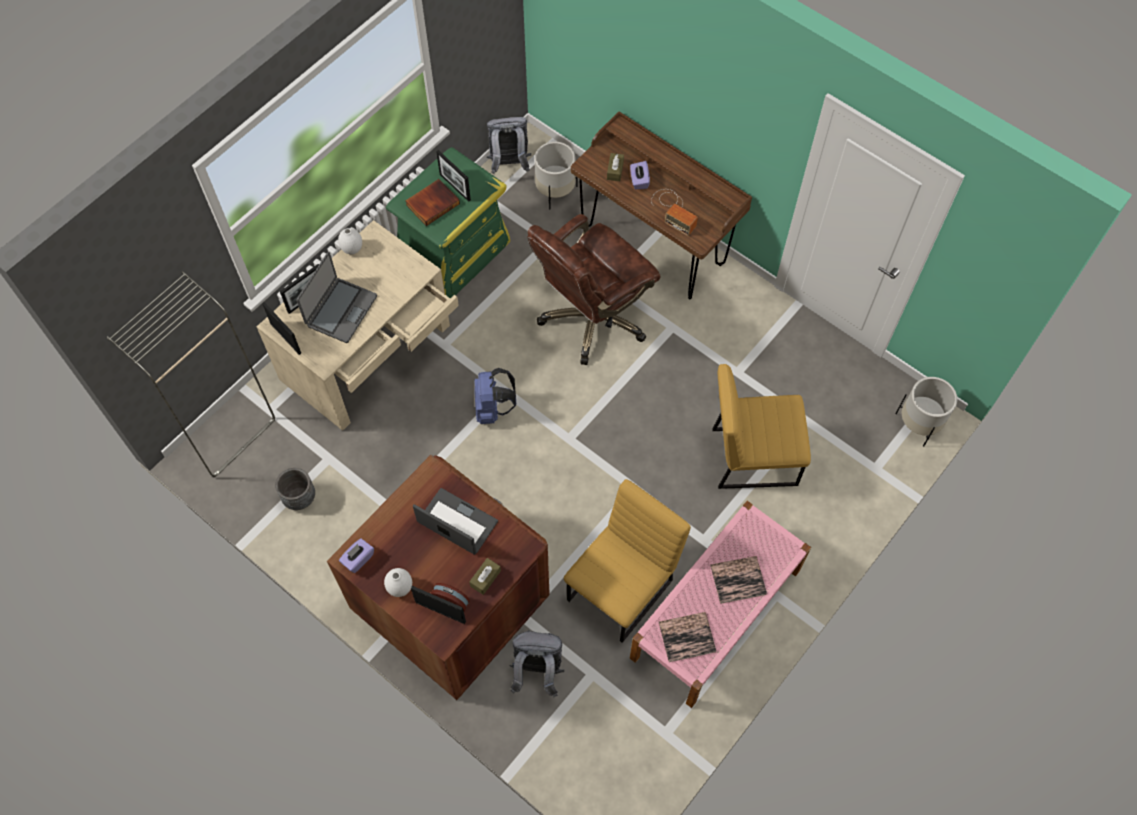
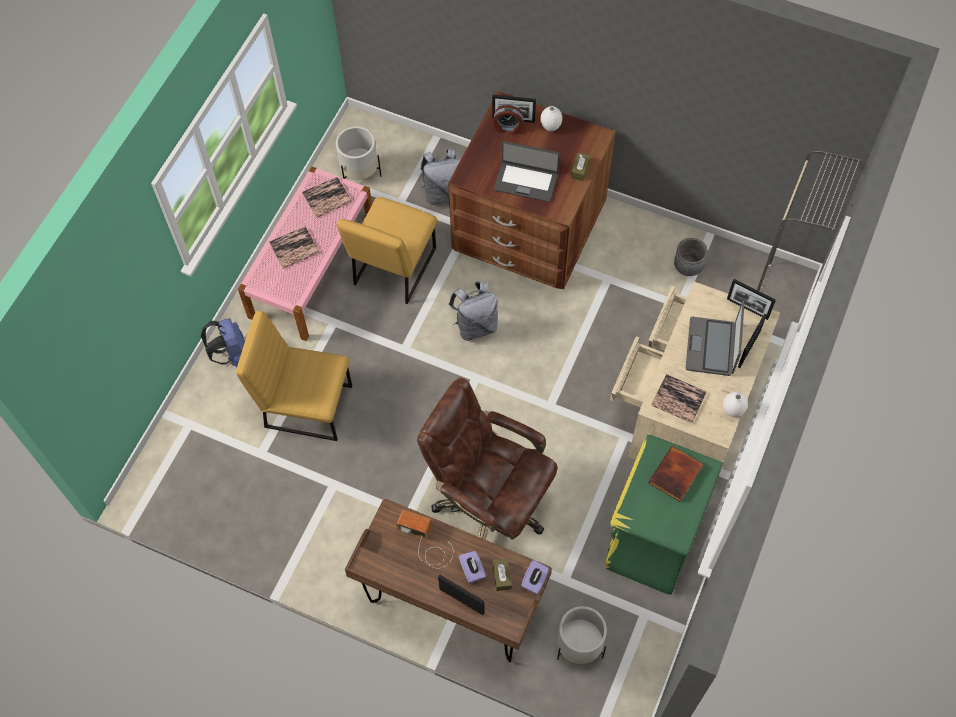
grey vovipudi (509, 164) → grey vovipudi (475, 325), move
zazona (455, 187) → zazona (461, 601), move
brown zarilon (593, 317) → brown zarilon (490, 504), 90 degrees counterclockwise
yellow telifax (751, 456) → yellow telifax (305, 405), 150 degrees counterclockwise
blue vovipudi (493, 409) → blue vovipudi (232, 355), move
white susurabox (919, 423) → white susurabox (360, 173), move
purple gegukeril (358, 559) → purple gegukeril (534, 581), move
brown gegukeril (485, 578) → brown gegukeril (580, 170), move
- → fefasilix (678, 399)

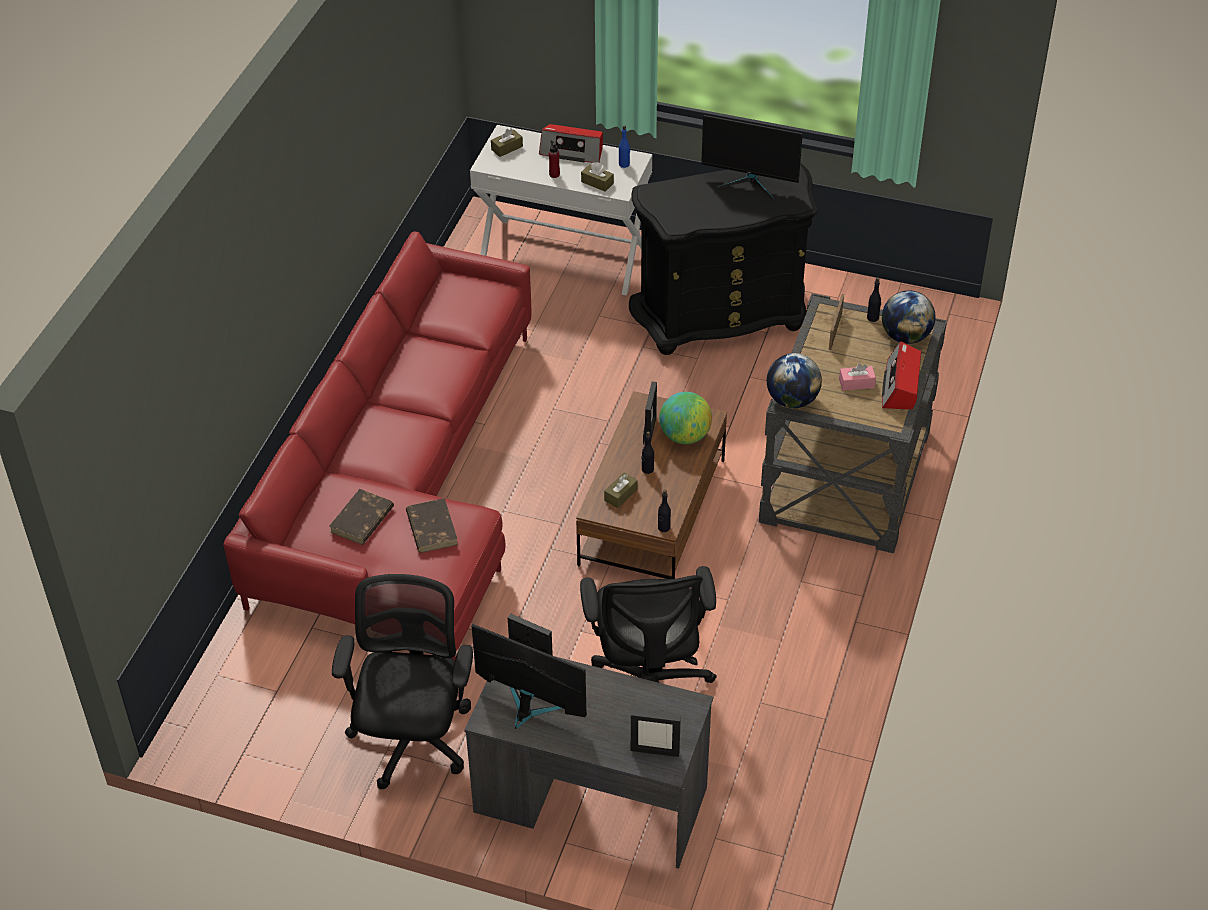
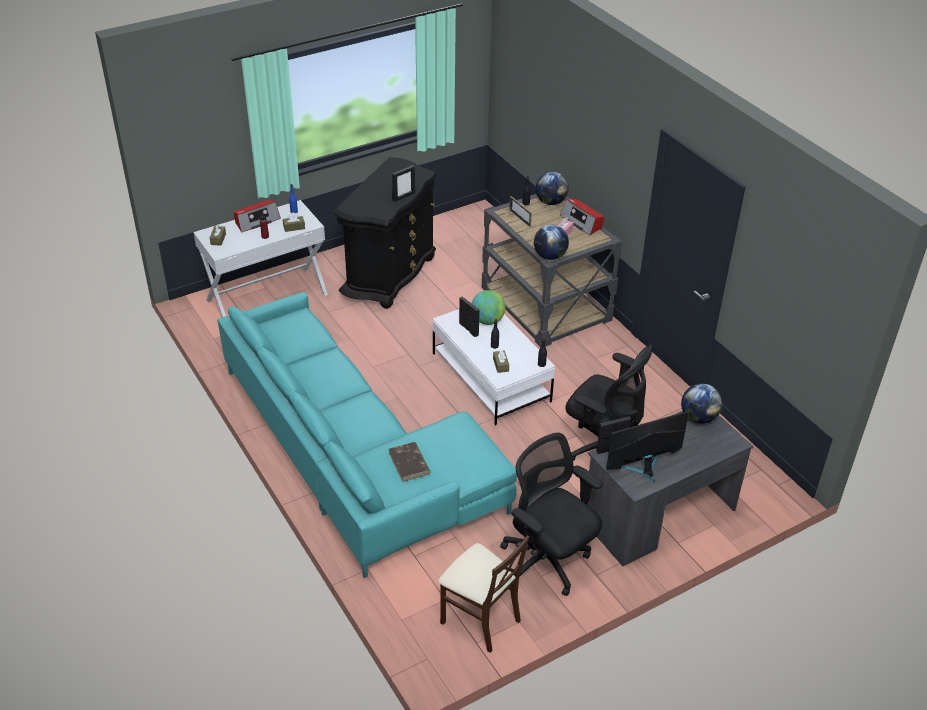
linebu (750, 183) → -
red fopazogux (402, 485) → turquoise fopazogux (352, 455)
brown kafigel (652, 512) → white kafigel (490, 377)
brown fefasilix (431, 528) → -
zazona (655, 750) → zazona (403, 196), move
- → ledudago (698, 418)
- → beige telifax (480, 619)

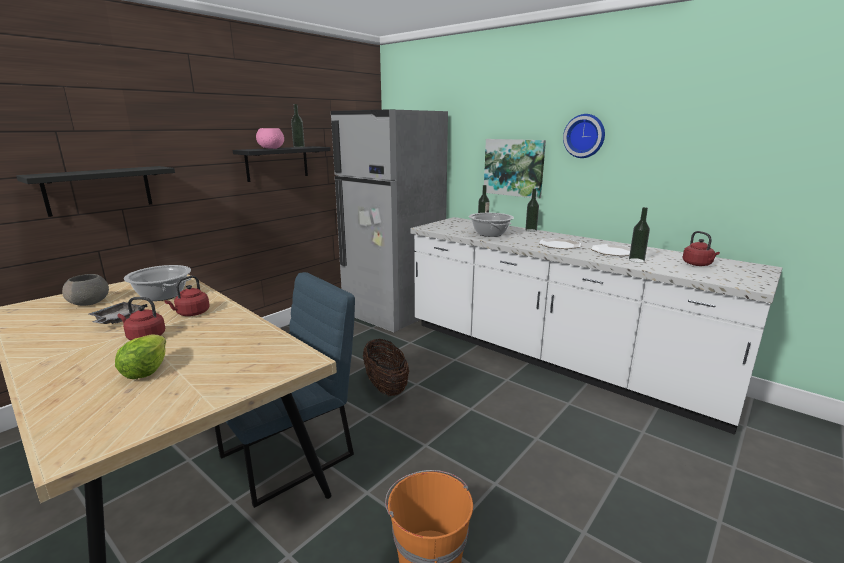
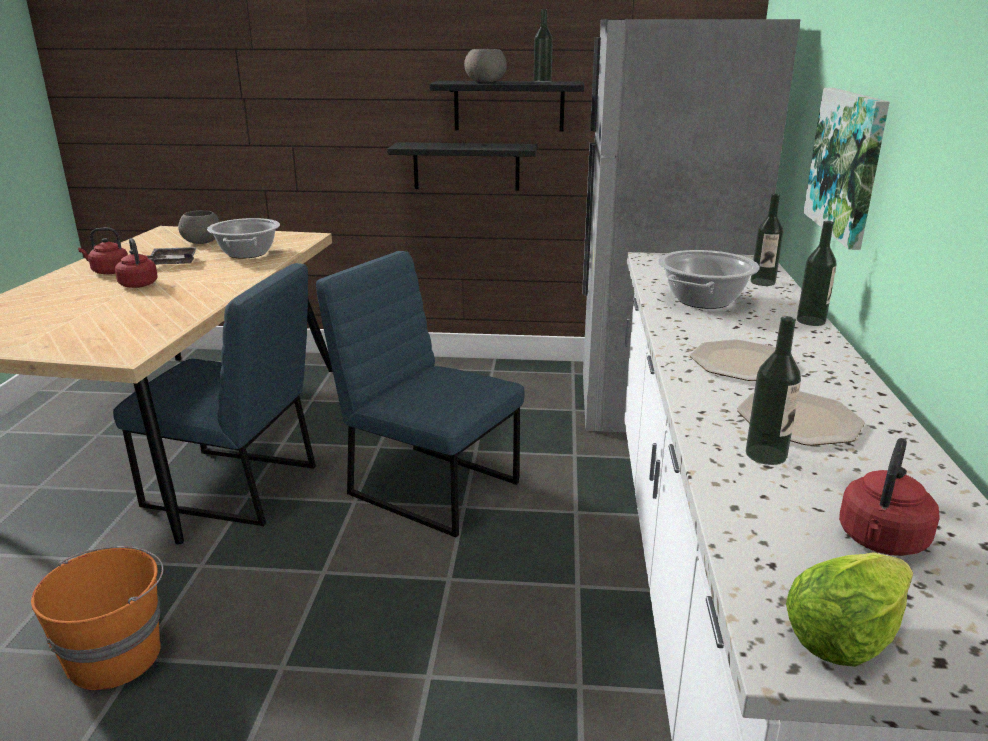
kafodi (585, 136) → -
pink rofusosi (271, 148) → grey rofusosi (486, 82)
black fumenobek (99, 190) → black fumenobek (466, 166), move
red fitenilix (191, 313) → red fitenilix (109, 272), move
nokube (146, 371) → nokube (842, 637), move
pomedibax (386, 386) → blue telifax (430, 486)

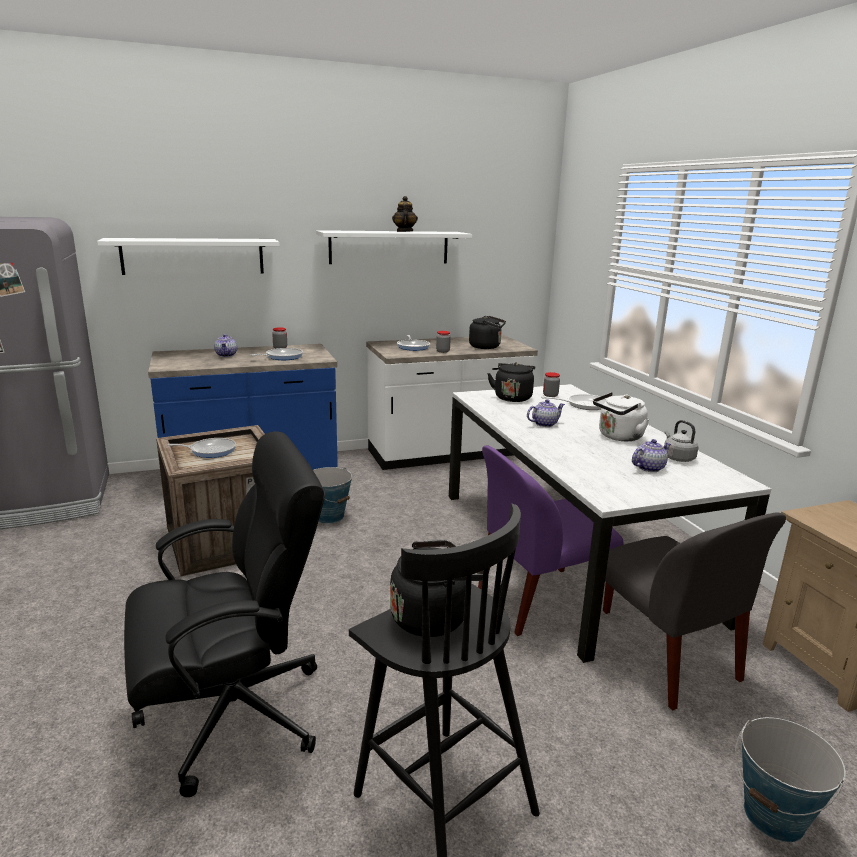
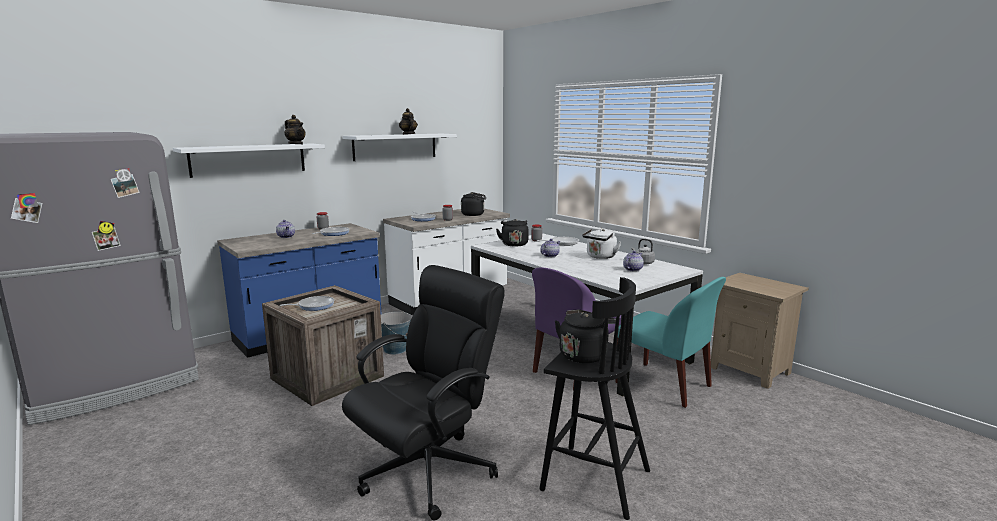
grey telifax (664, 660) → turquoise telifax (665, 385)
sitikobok (774, 816) → -
- → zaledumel (296, 144)

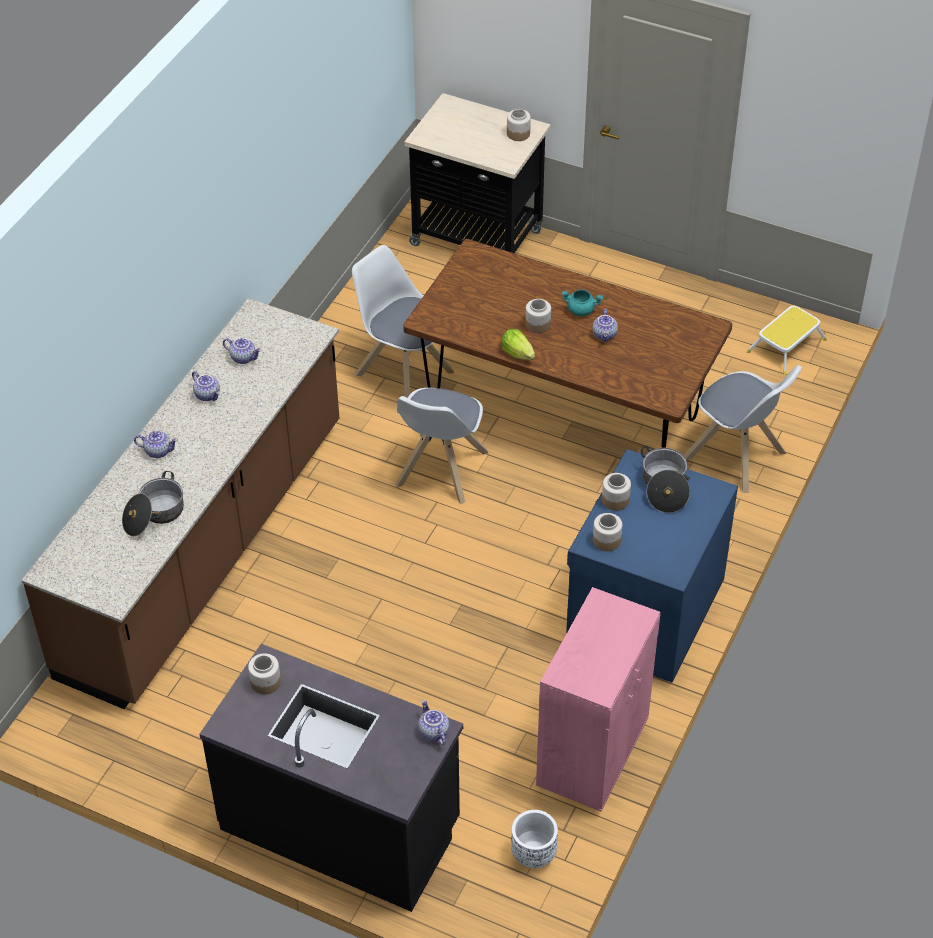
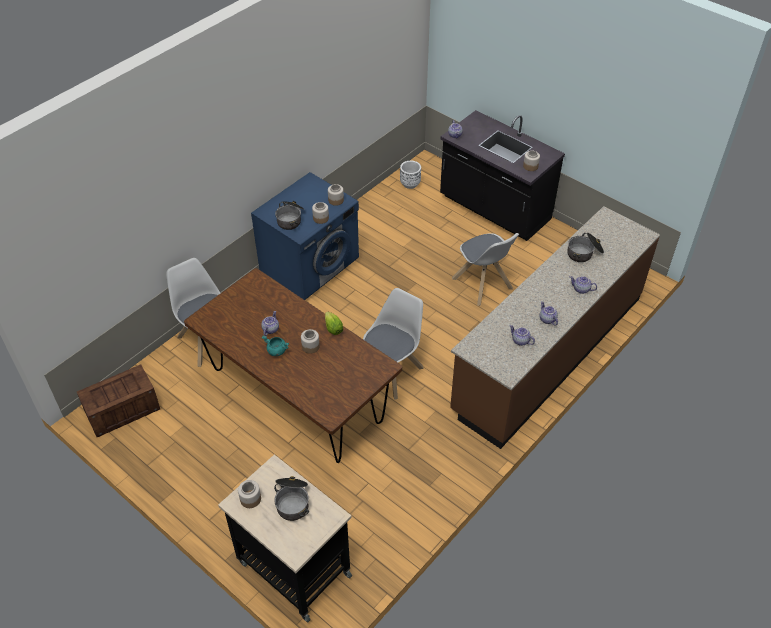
telifax (402, 371) → telifax (483, 285), move
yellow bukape (786, 345) → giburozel (123, 410)
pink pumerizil (592, 758) → -
- → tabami (293, 501)

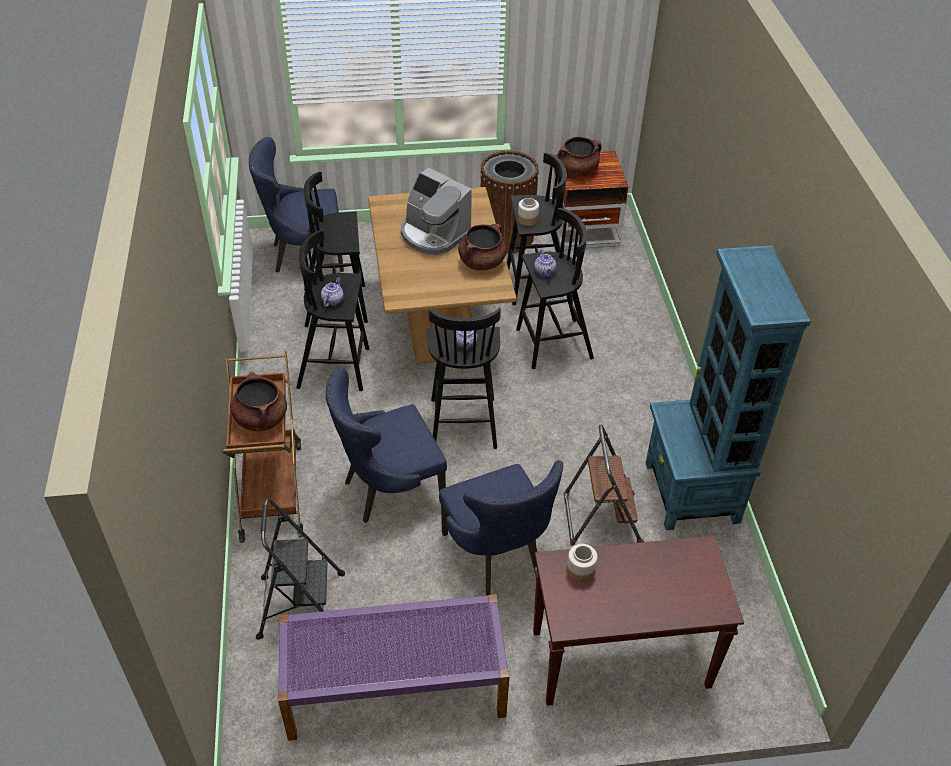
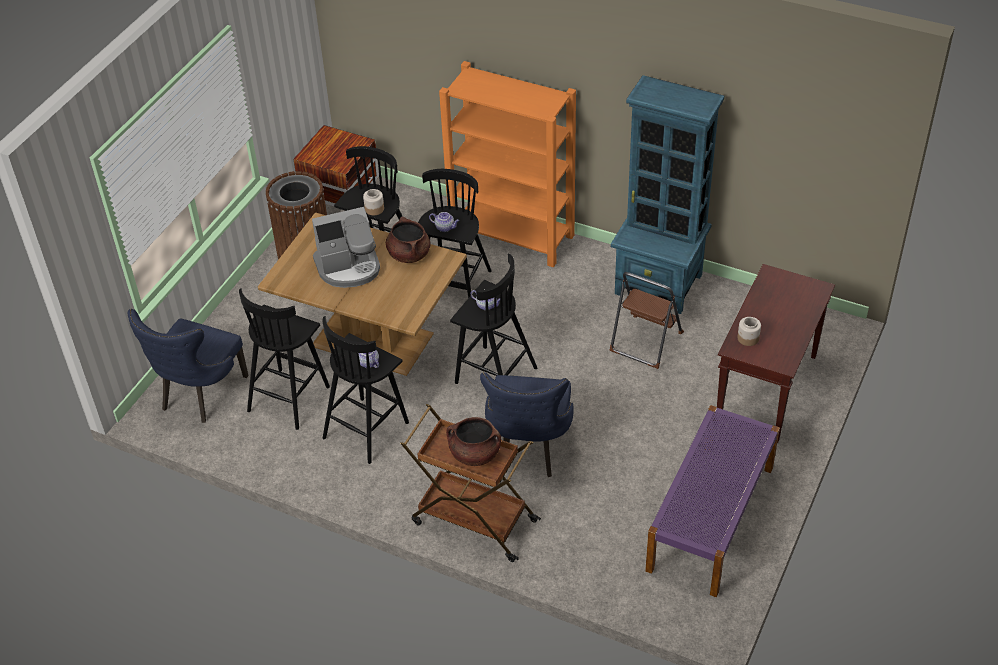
brown tabami (577, 170) → -
blue telifax (497, 555) → -
black bukape (298, 604) → -
- → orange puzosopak (512, 235)

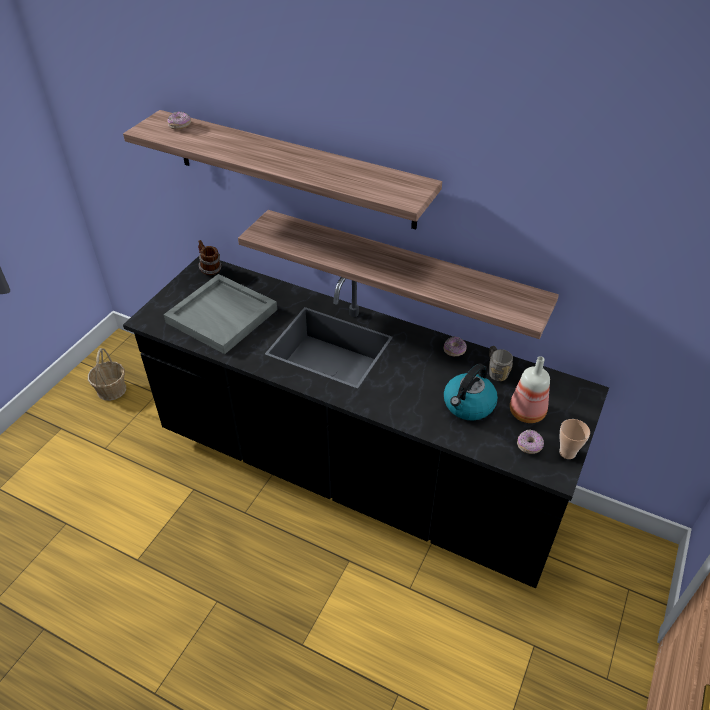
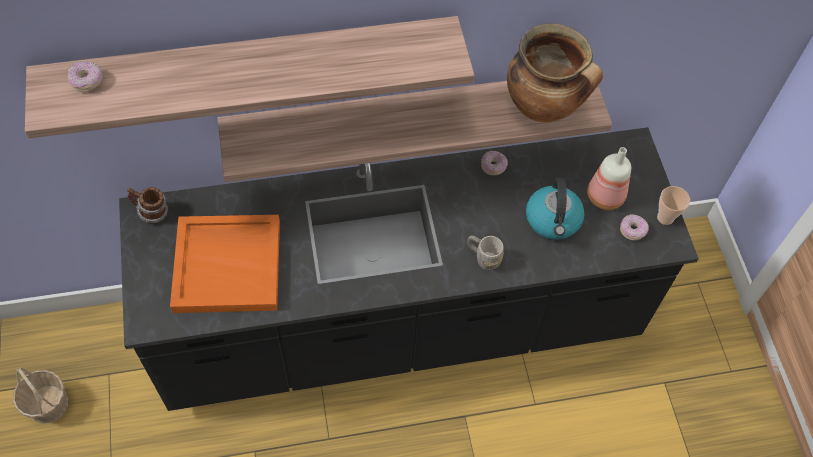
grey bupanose (223, 316) → orange bupanose (229, 265)
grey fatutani (496, 371) → grey fatutani (483, 258), move
- → tabami (544, 108)

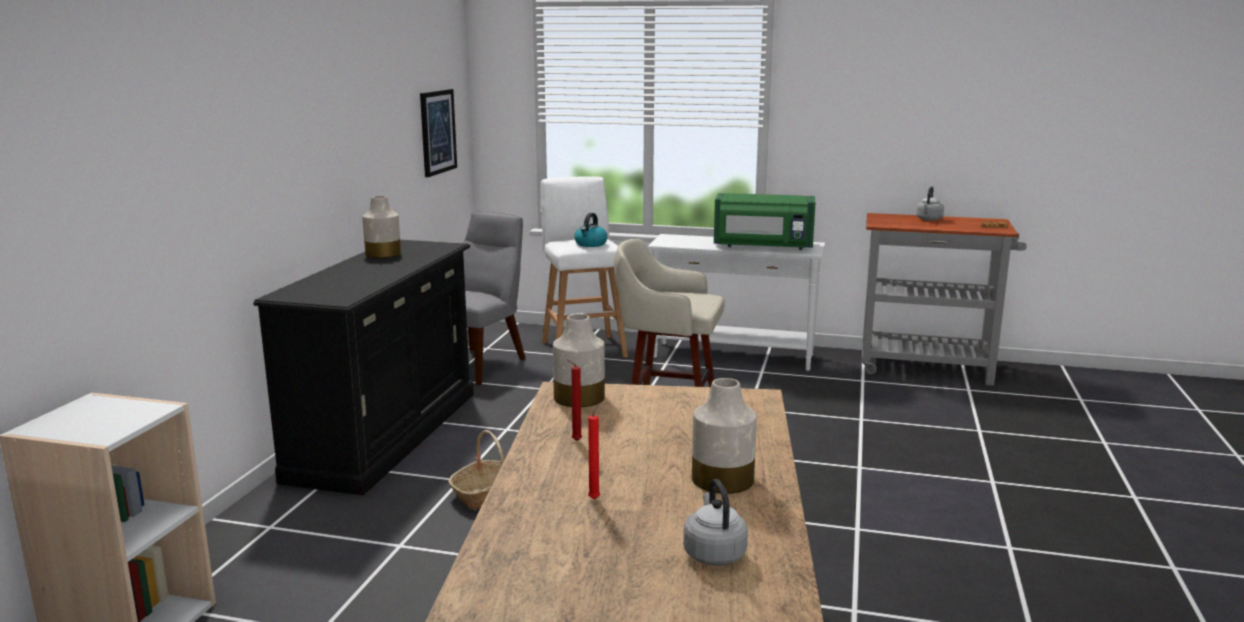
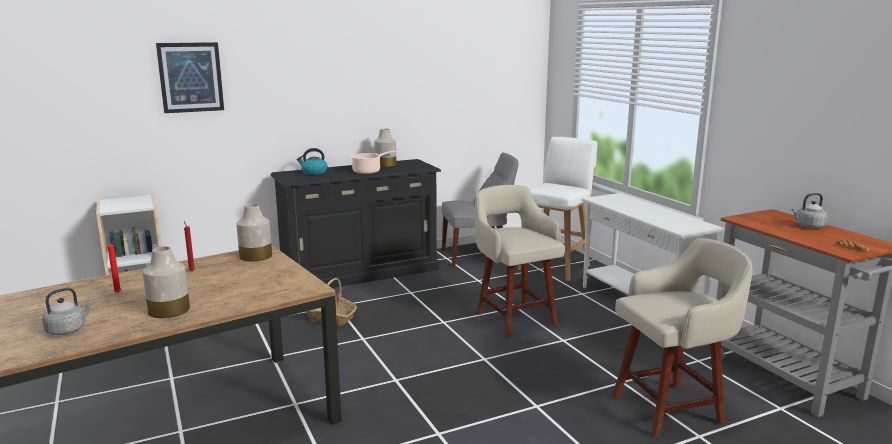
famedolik (437, 132) → famedolik (190, 77), move
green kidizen (762, 246) → -
fitenilix (590, 244) → fitenilix (314, 172), move
- → tabami (368, 171)
- → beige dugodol (671, 409)

